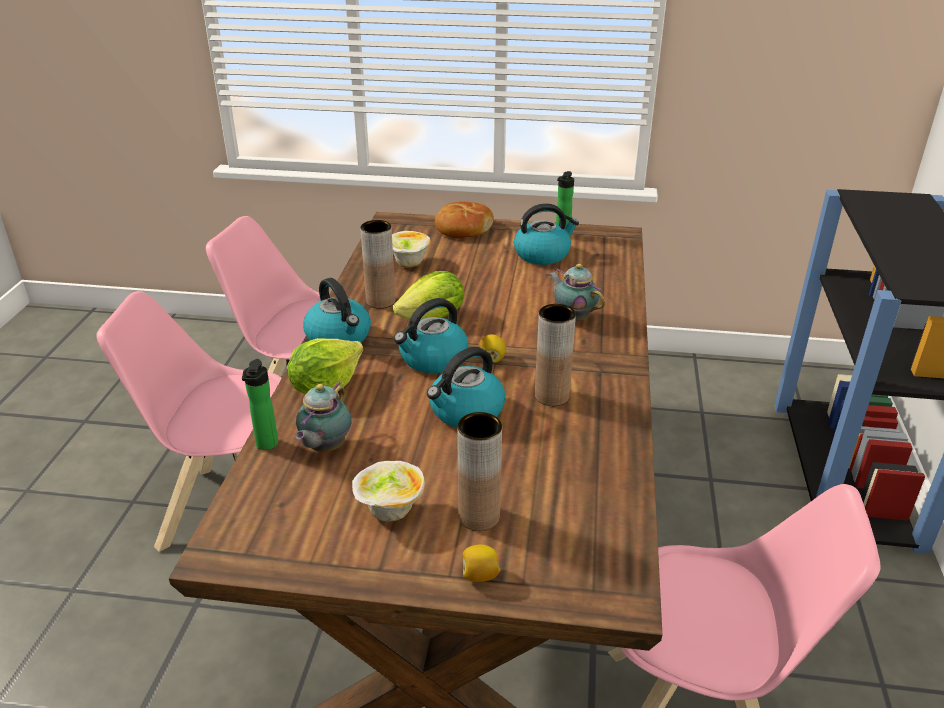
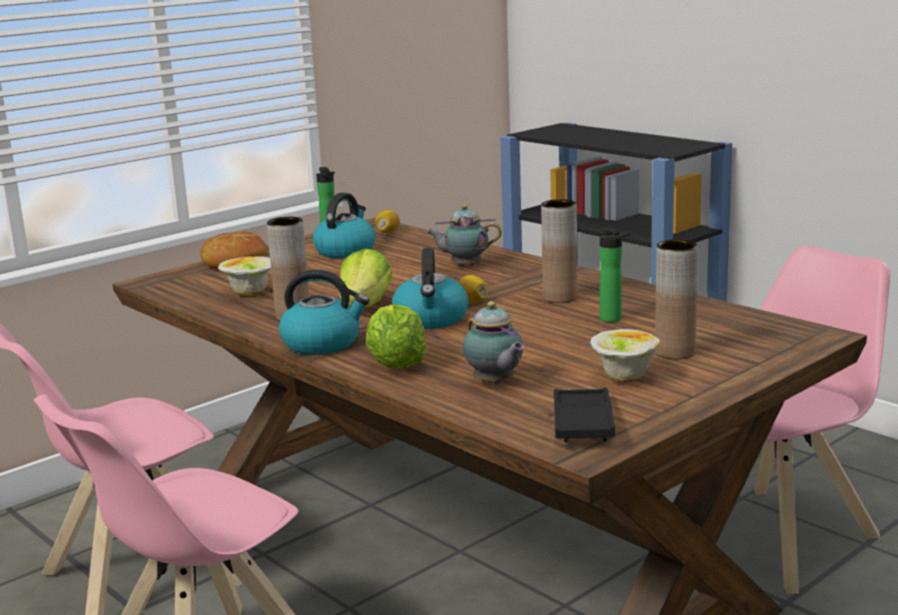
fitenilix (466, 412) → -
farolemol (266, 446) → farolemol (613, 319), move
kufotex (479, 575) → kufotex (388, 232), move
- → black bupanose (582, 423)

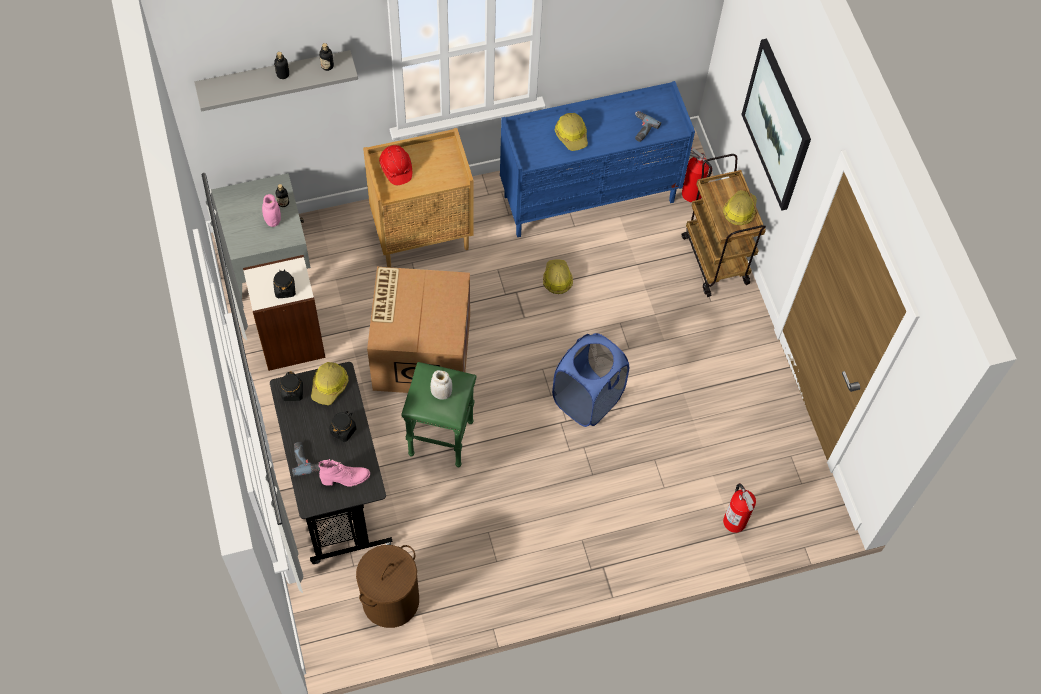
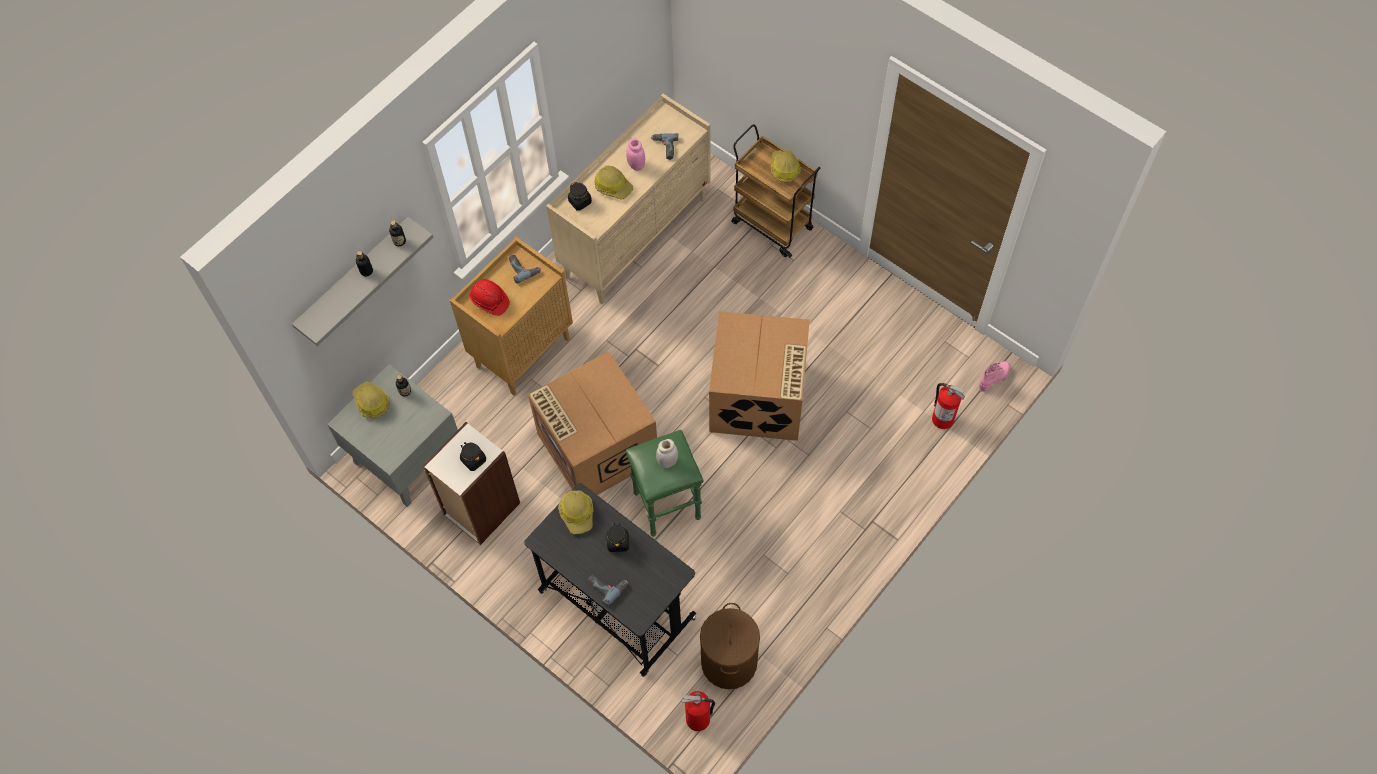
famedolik (777, 125) → -
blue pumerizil (590, 198) → beige pumerizil (636, 237)
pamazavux (692, 194) → pamazavux (698, 720), move
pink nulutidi (273, 220) → pink nulutidi (636, 165), move
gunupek (557, 279) → gunupek (371, 403), move
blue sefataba (587, 399) → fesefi (758, 398)
black nulutidi (292, 392) → black nulutidi (580, 202), move
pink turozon (345, 479) → pink turozon (994, 378), move
- → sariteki (523, 268)

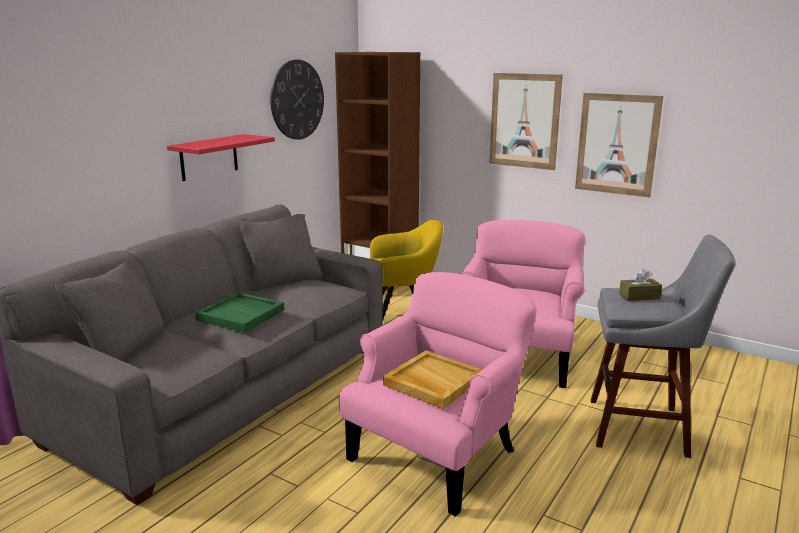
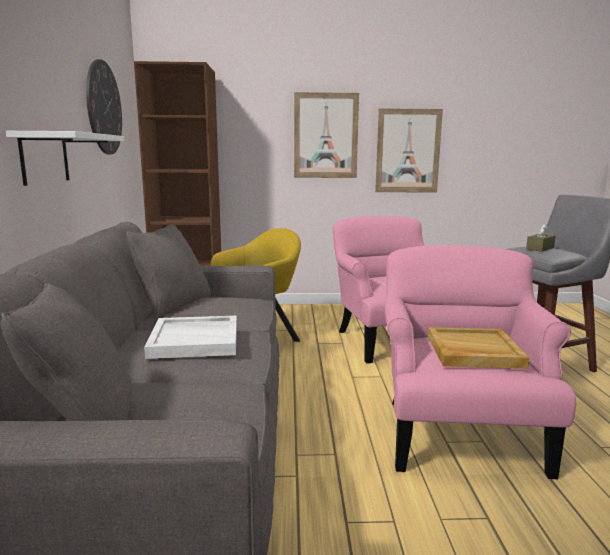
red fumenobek (209, 157) → white fumenobek (44, 158)
green bupanose (241, 315) → white bupanose (196, 340)

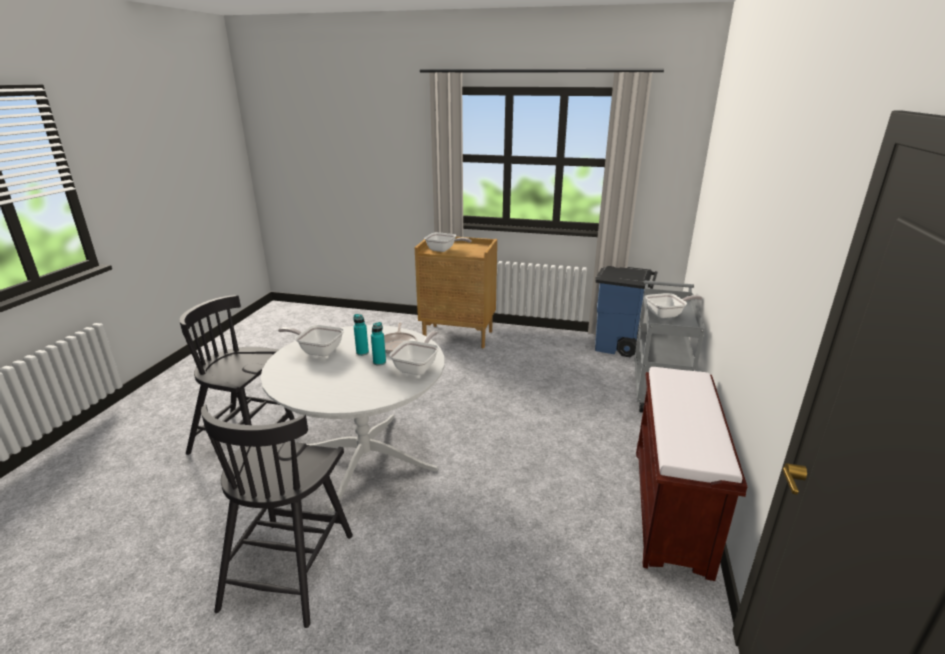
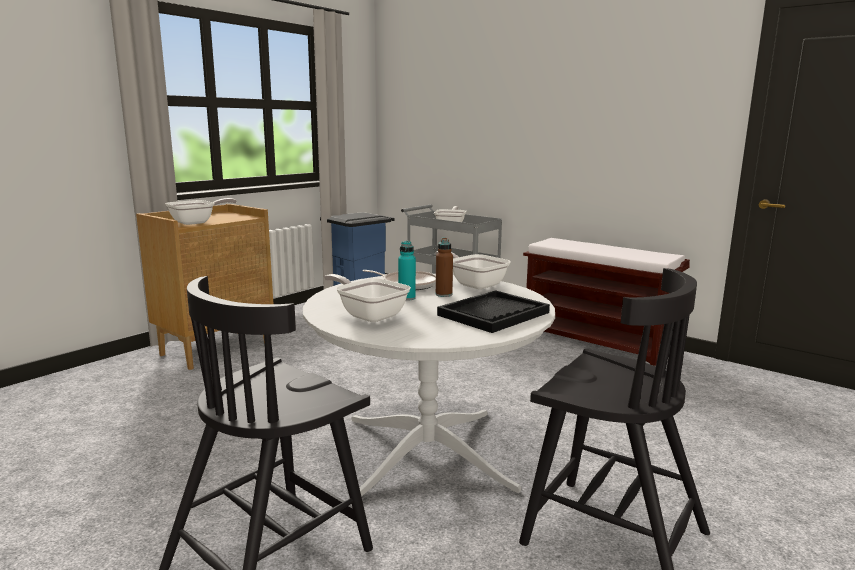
turquoise farolemol (379, 362) → brown farolemol (443, 294)
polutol (317, 350) → polutol (368, 315), 90 degrees clockwise
- → black bupanose (493, 314)

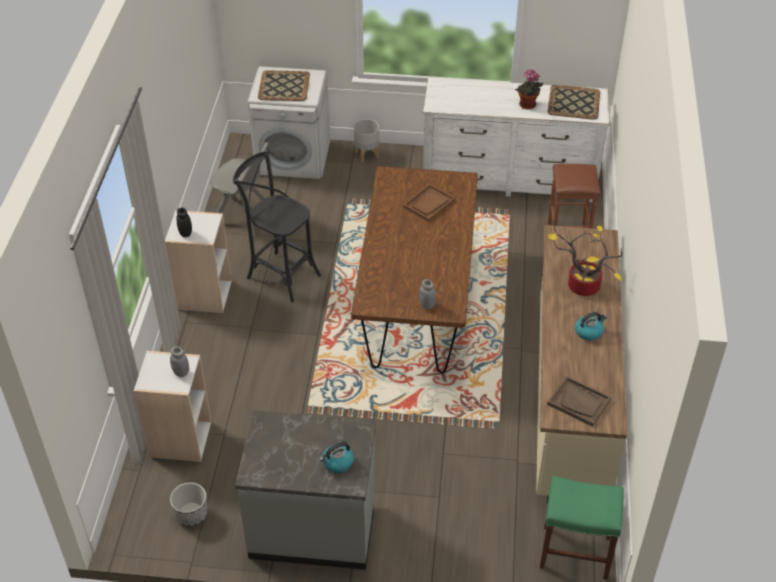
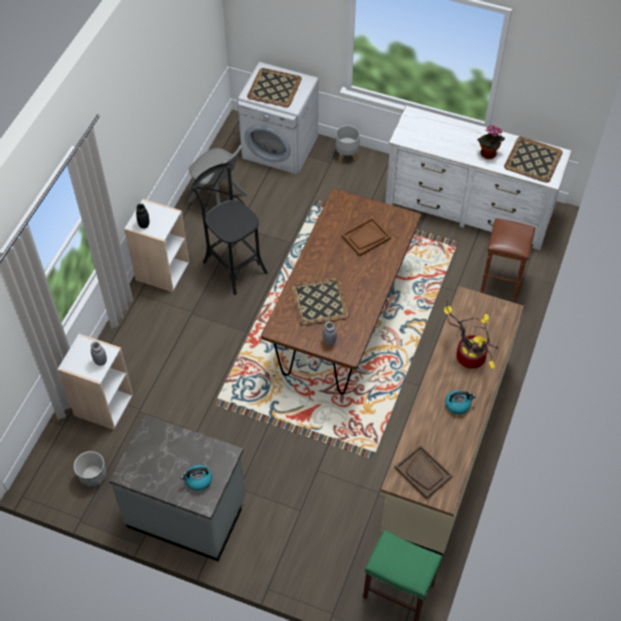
- → bupanose (319, 301)

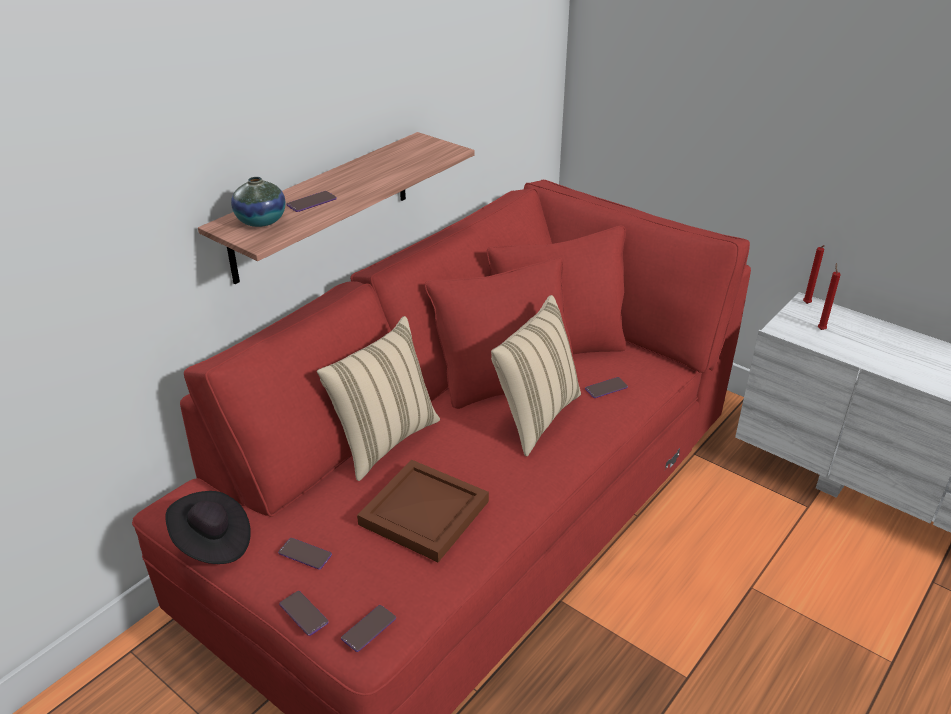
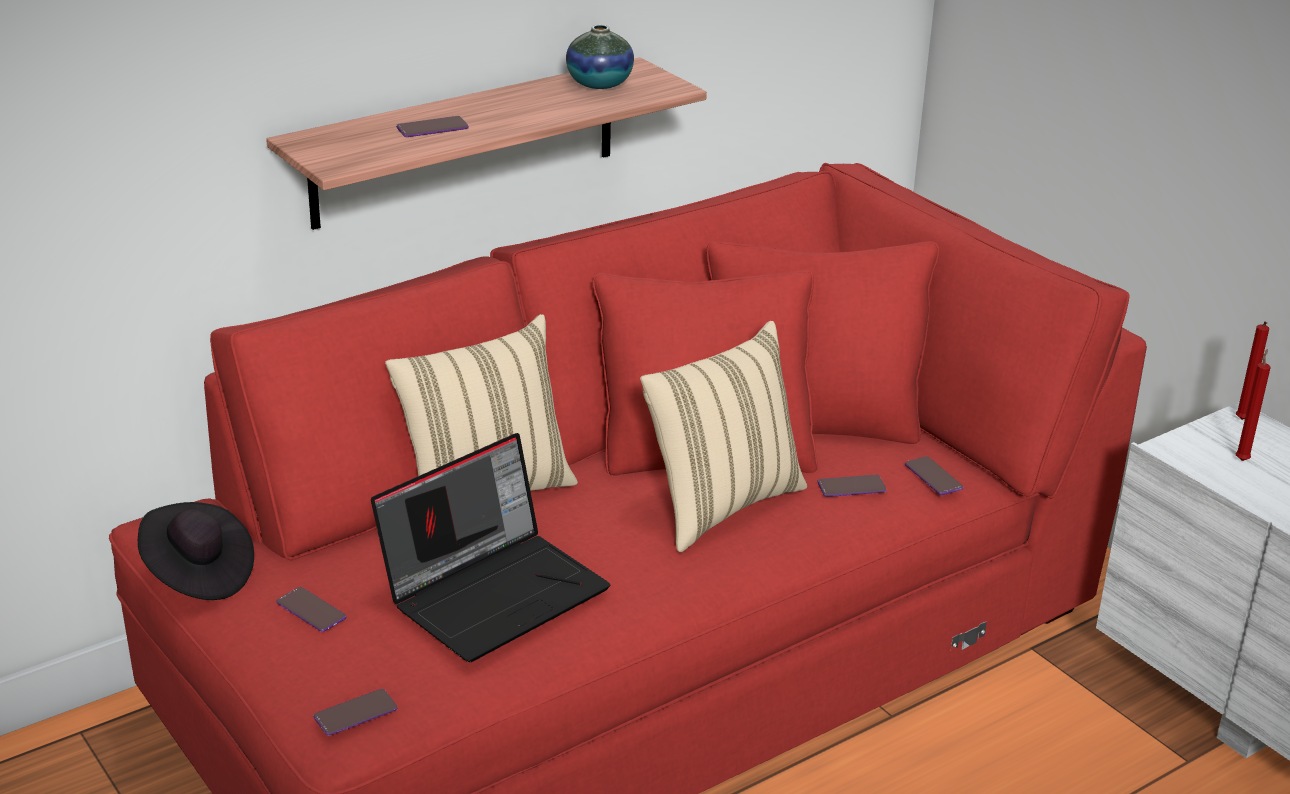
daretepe (261, 221) → daretepe (599, 84), move
brown bupanose (423, 511) → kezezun (495, 591)
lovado (303, 613) → lovado (933, 477), move

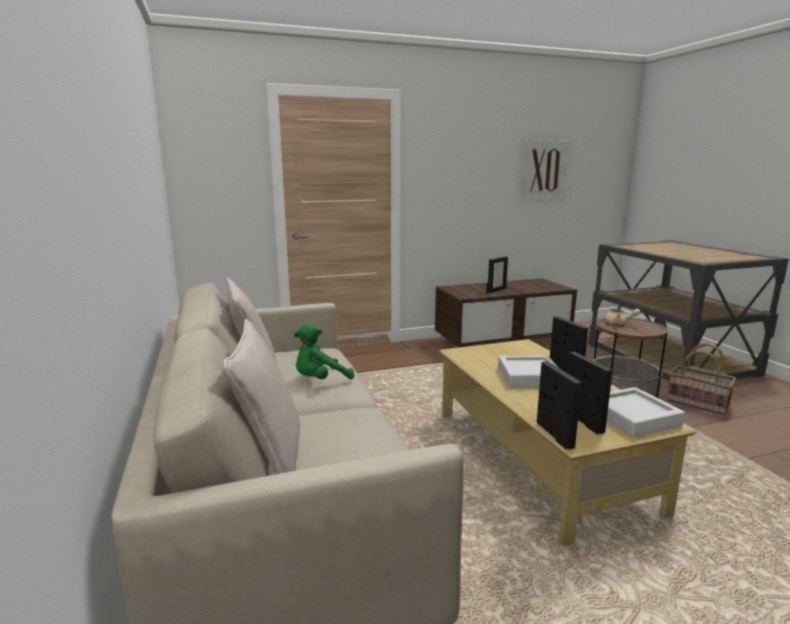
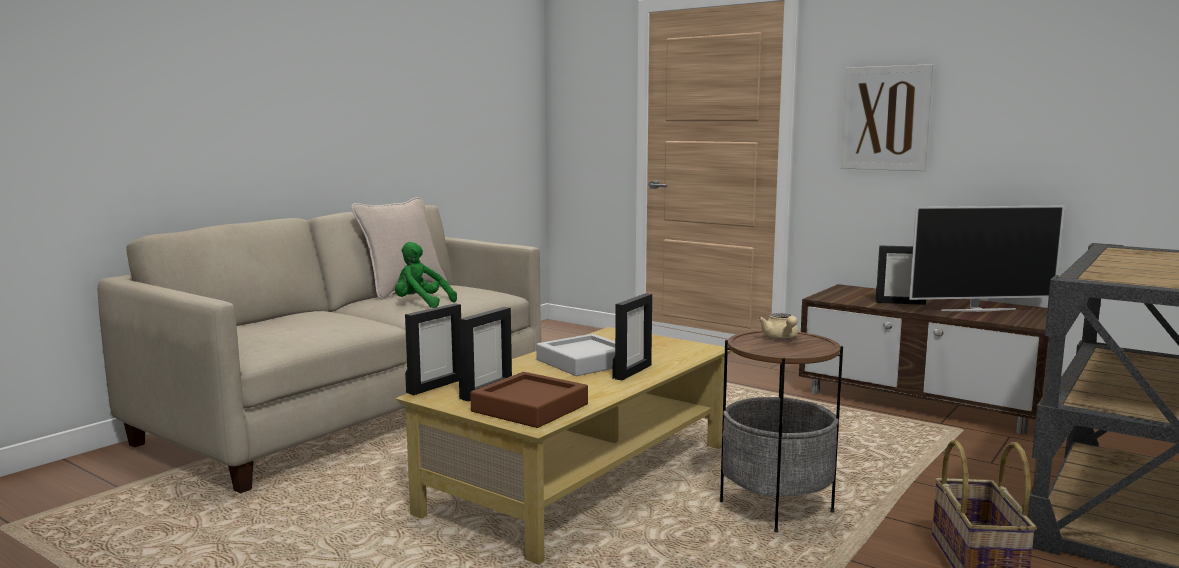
famedolik (544, 170) → famedolik (885, 118), move
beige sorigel (272, 460) → -
grey bupanose (633, 417) → brown bupanose (530, 408)
- → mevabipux (977, 309)

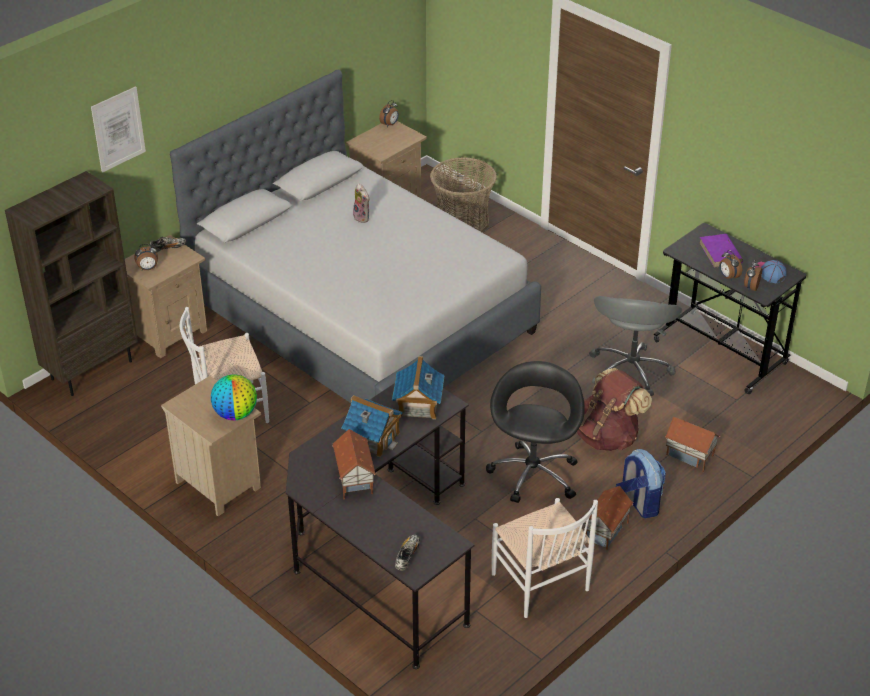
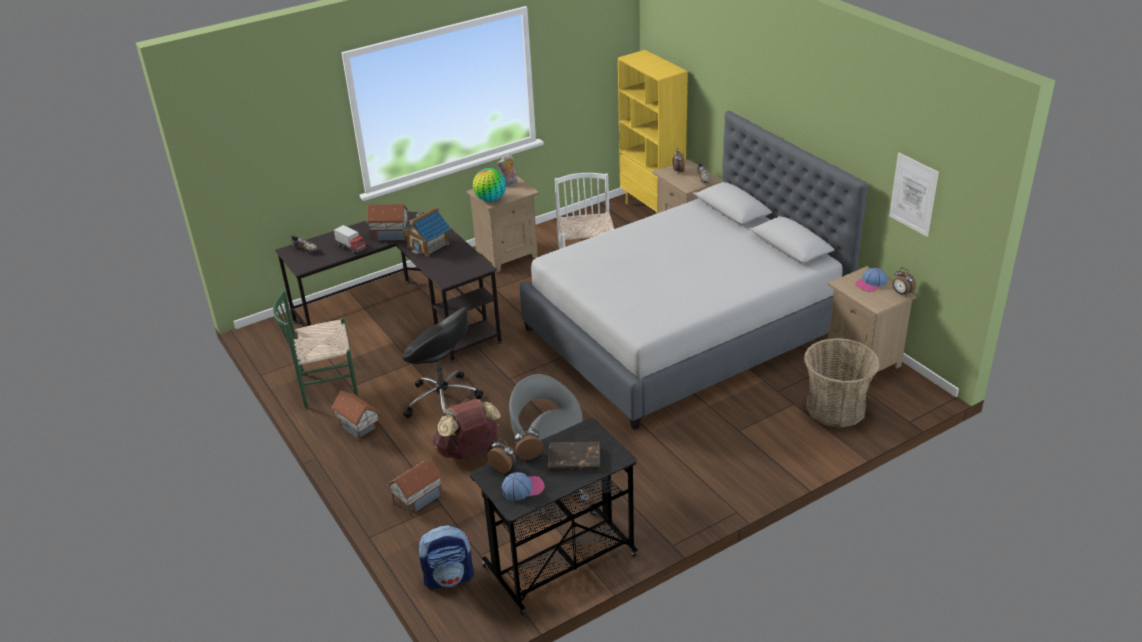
famedolik (118, 129) → famedolik (913, 194), move
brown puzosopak (91, 369) → yellow puzosopak (652, 210)
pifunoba (363, 217) → pifunoba (508, 184), move
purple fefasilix (720, 253) → brown fefasilix (573, 459)
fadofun (418, 405) → -
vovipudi (638, 503) → vovipudi (449, 577), move
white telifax (542, 585) → green telifax (325, 386)
- → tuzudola (351, 247)
- → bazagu (871, 284)

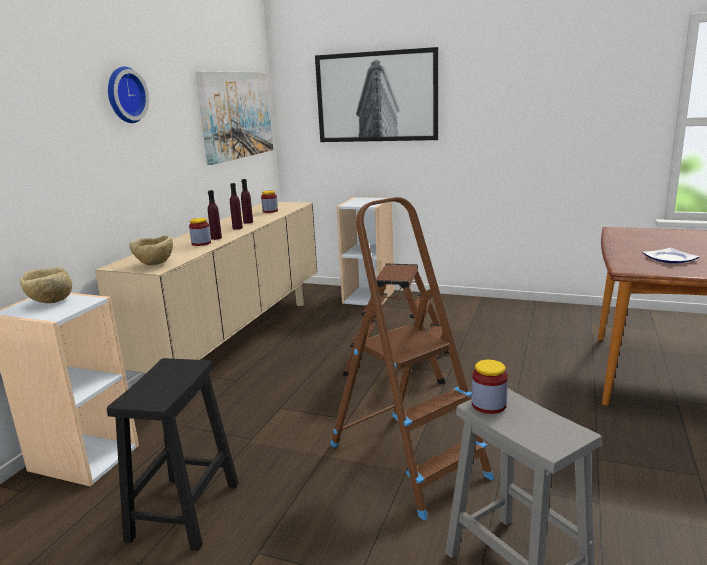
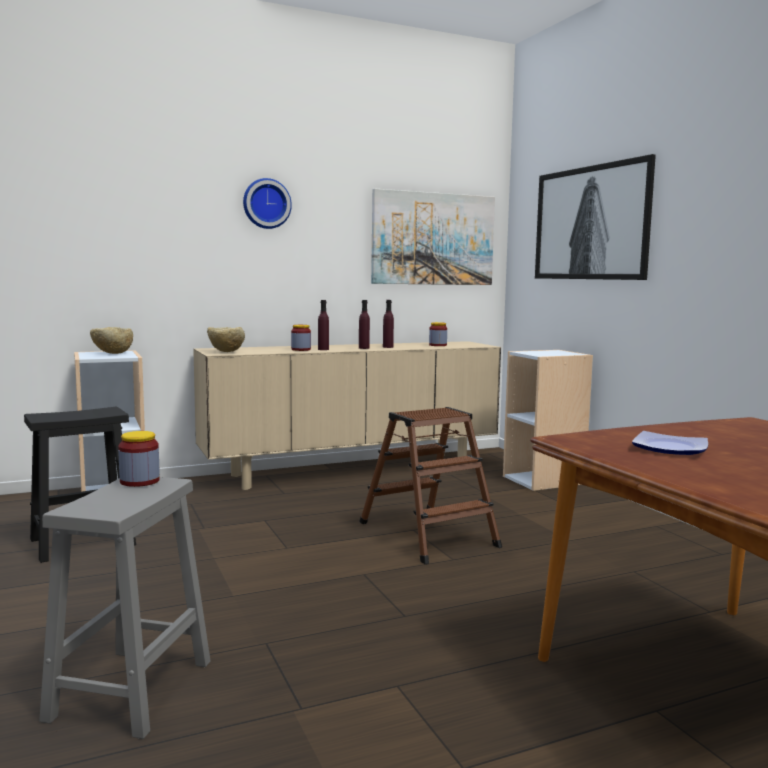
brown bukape (408, 461) → -

